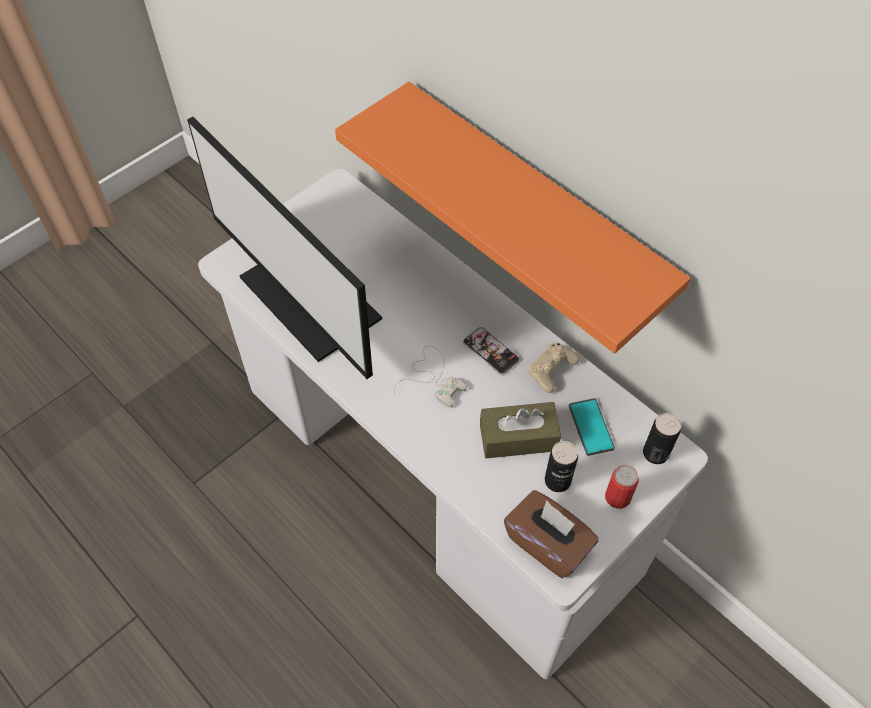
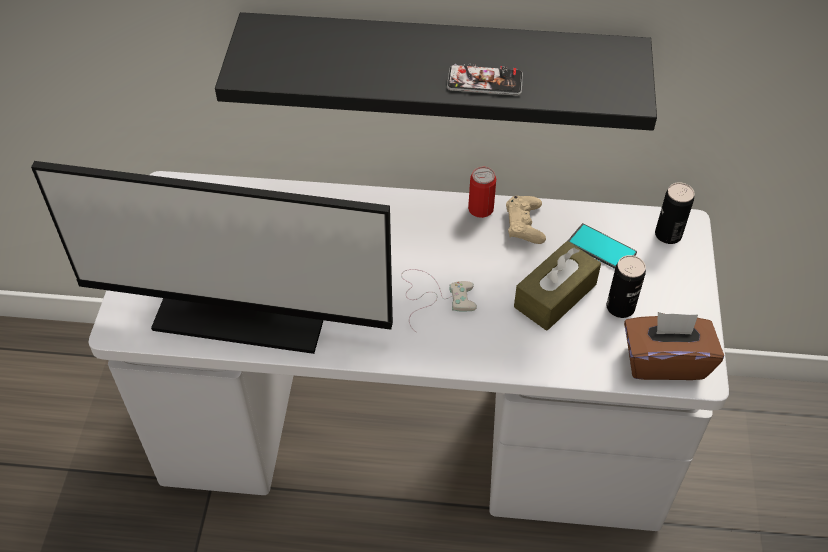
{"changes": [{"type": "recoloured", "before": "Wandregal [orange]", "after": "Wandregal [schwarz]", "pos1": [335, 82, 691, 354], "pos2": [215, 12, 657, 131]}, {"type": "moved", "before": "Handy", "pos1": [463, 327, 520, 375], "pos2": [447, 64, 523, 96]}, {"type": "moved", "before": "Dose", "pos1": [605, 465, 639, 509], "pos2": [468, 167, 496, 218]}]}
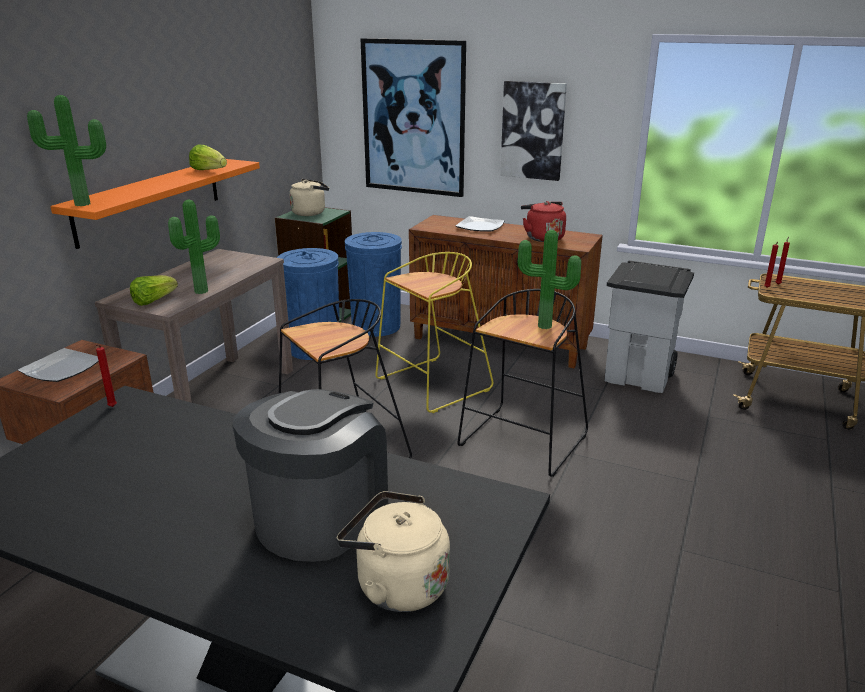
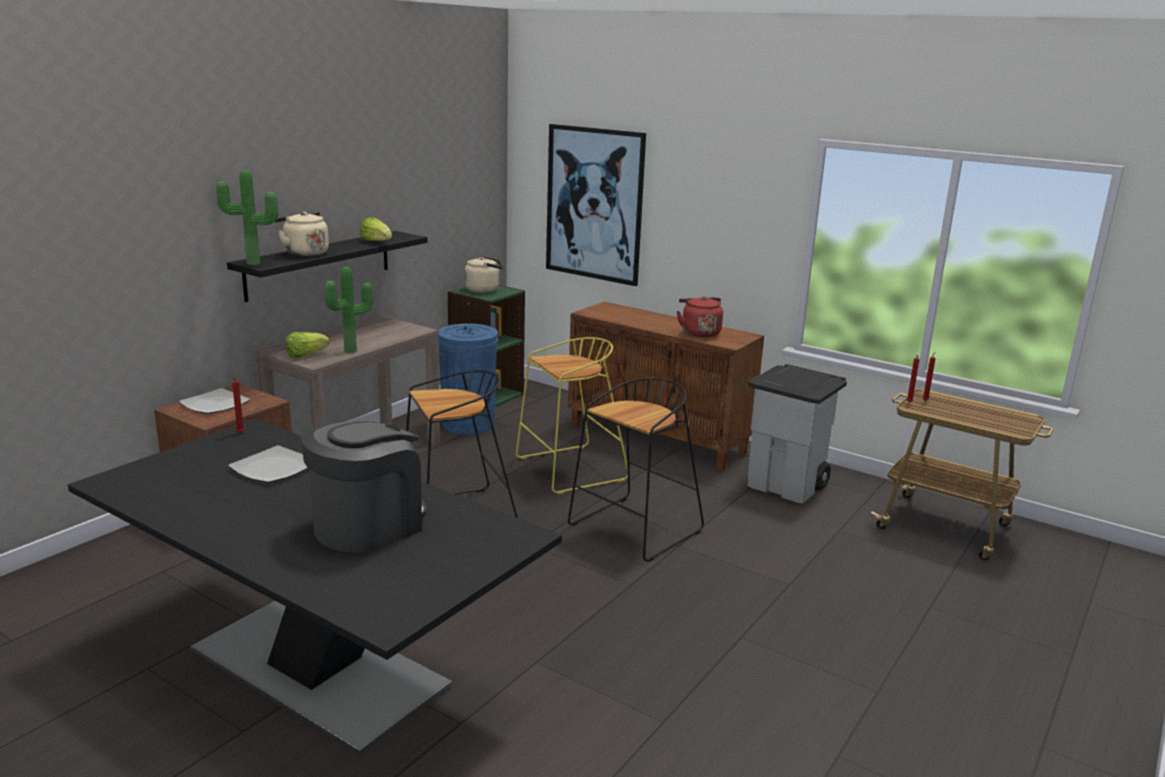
{"changes": [{"type": "removed", "before": "Bild", "pos1": [500, 81, 567, 181]}, {"type": "recoloured", "before": "Wandregal [orange]", "after": "Wandregal [schwarz]", "pos1": [50, 159, 260, 249], "pos2": [227, 231, 428, 302]}, {"type": "moved", "before": "Teller", "pos1": [456, 216, 505, 231], "pos2": [228, 445, 308, 483]}, {"type": "removed", "before": "Topfpflanze", "pos1": [518, 230, 581, 329]}, {"type": "removed", "before": "Mülleimer [blau]", "pos1": [345, 232, 402, 337]}, {"type": "moved", "before": "Wasserkessel [beige]", "pos1": [337, 491, 450, 612], "pos2": [275, 212, 329, 257]}]}
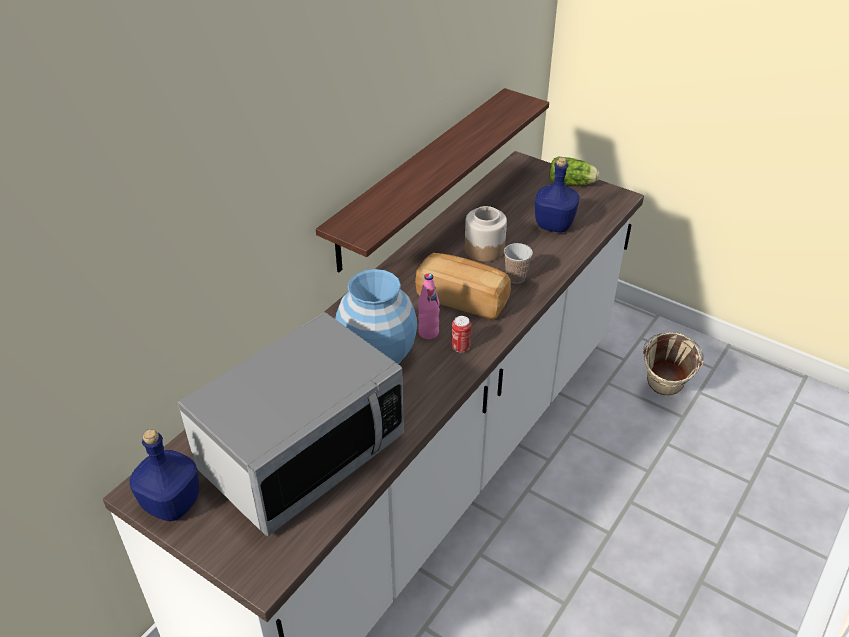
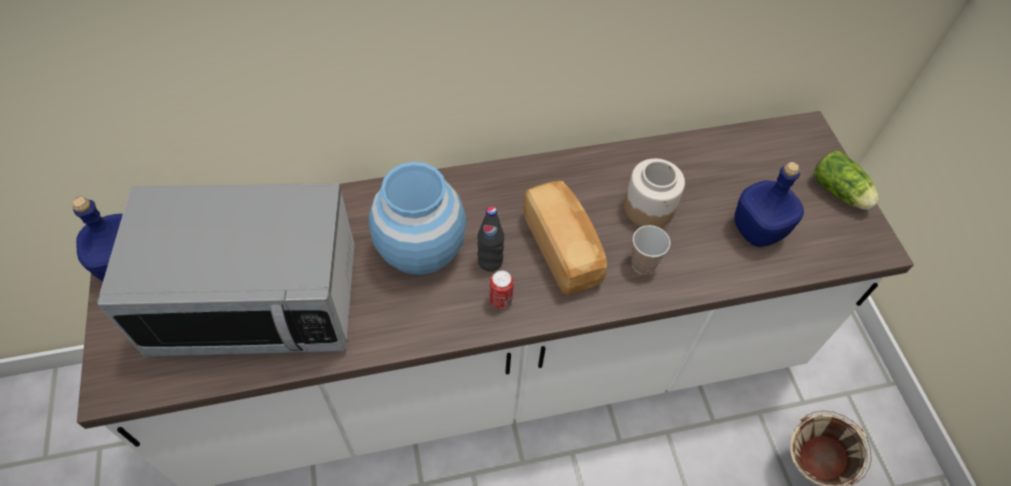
{"changes": [{"type": "removed", "before": "Wandregal", "pos1": [316, 88, 549, 272]}, {"type": "recoloured", "before": "Flasche [rosa]", "after": "Flasche [schwarz]", "pos1": [418, 273, 440, 339], "pos2": [477, 206, 504, 271]}]}
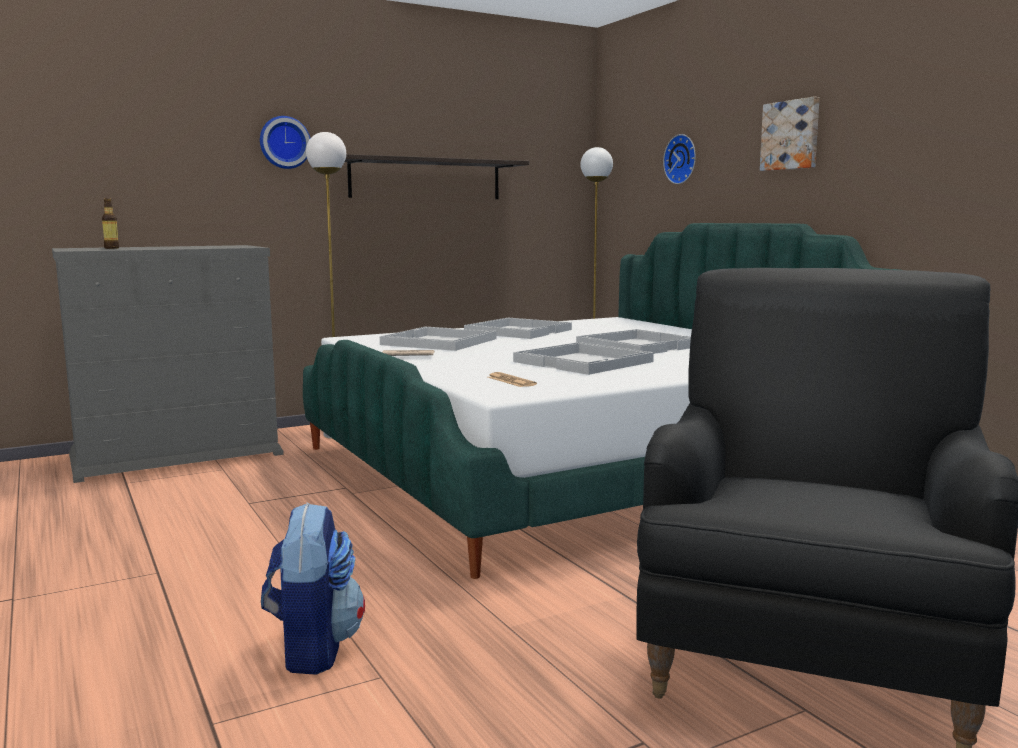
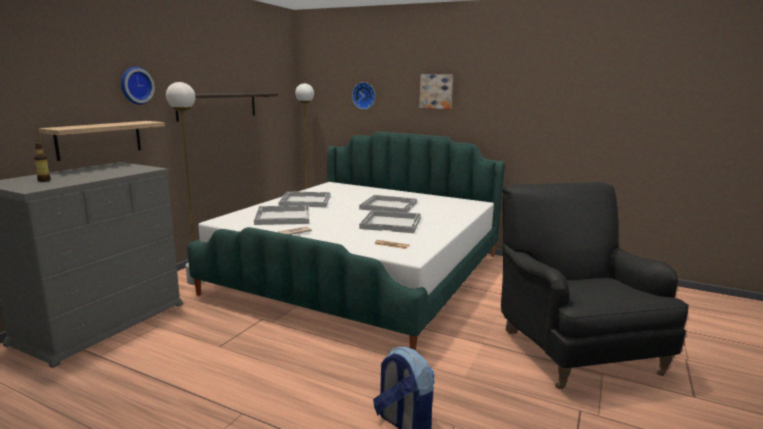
{"changes": [{"type": "added", "after": "Wandregal", "pos2": [39, 121, 165, 161]}]}
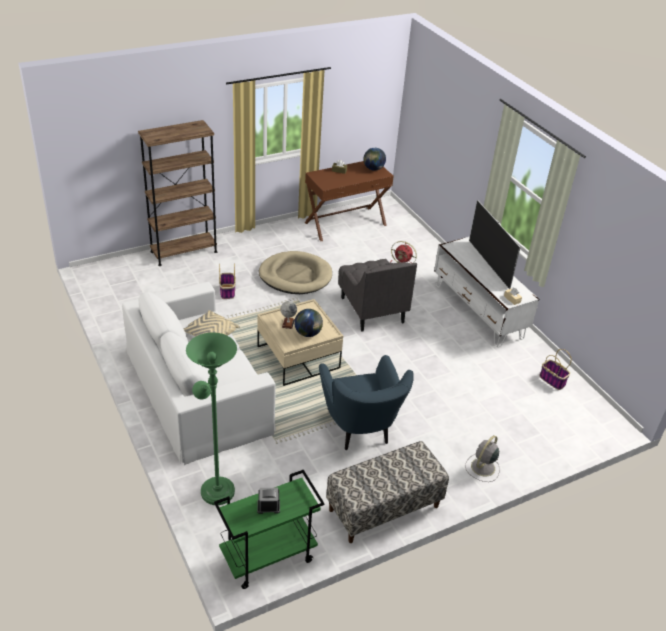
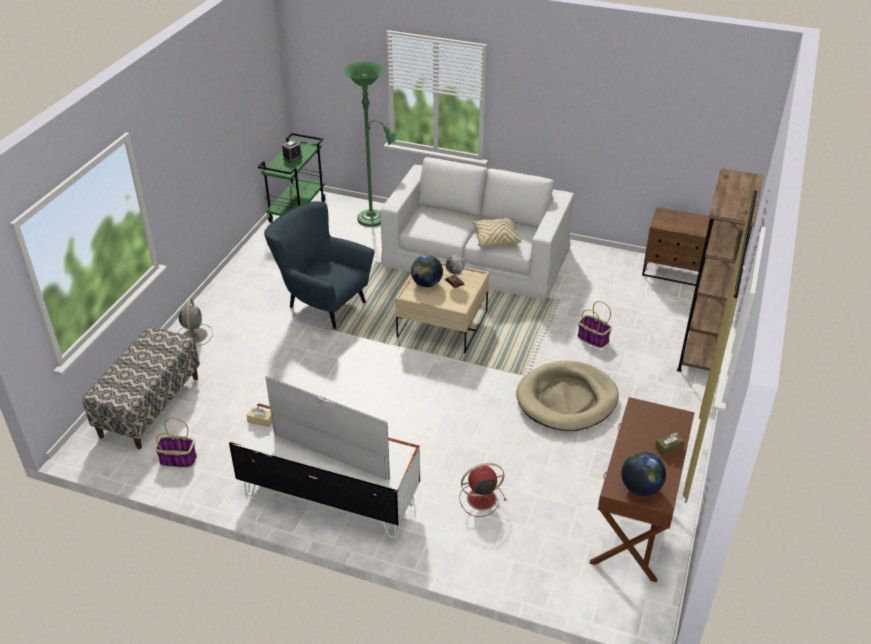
{"changes": [{"type": "removed", "before": "Sessel [grau]", "pos1": [338, 259, 417, 331]}, {"type": "moved", "before": "Bank", "pos1": [326, 441, 449, 543], "pos2": [82, 327, 200, 449]}, {"type": "added", "after": "Nachttisch [braun]", "pos2": [642, 207, 710, 286]}]}
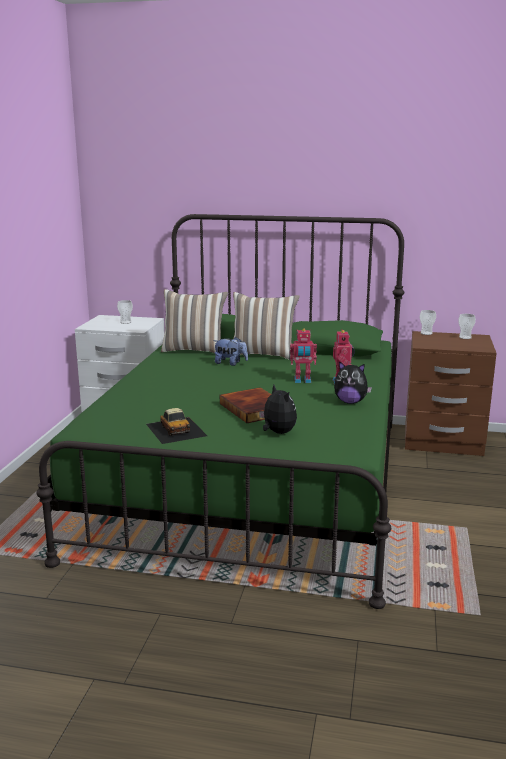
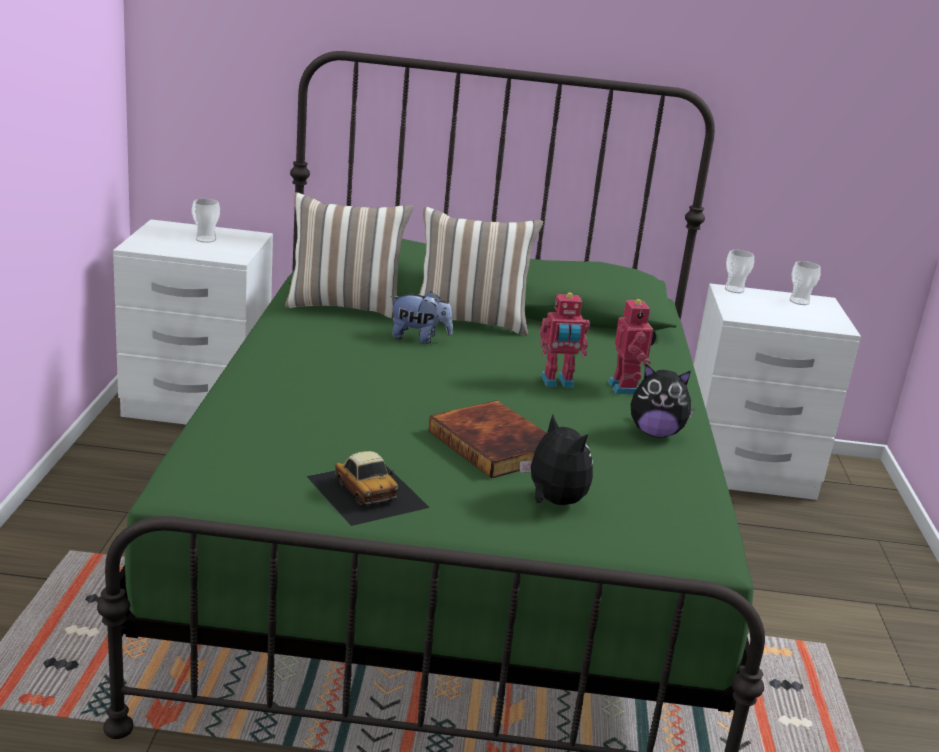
{"changes": [{"type": "recoloured", "before": "Nachttisch [braun]", "after": "Nachttisch [weiß]", "pos1": [405, 331, 497, 456], "pos2": [693, 283, 861, 500]}]}
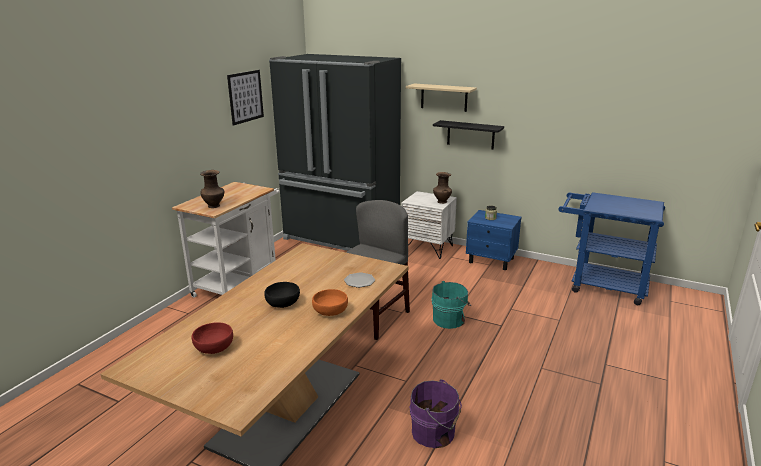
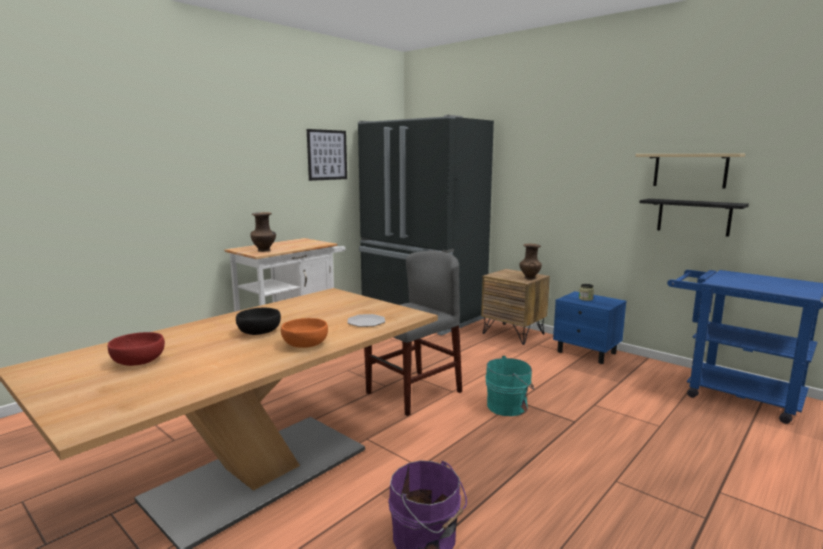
{"changes": [{"type": "moved", "before": "Wandregal [beige]", "pos1": [406, 84, 477, 112], "pos2": [635, 153, 745, 188]}, {"type": "moved", "before": "Wandregal [schwarz]", "pos1": [433, 120, 504, 149], "pos2": [640, 199, 749, 237]}, {"type": "recoloured", "before": "Nachttisch [weiß]", "after": "Nachttisch [braun]", "pos1": [401, 191, 457, 259], "pos2": [481, 269, 550, 345]}]}
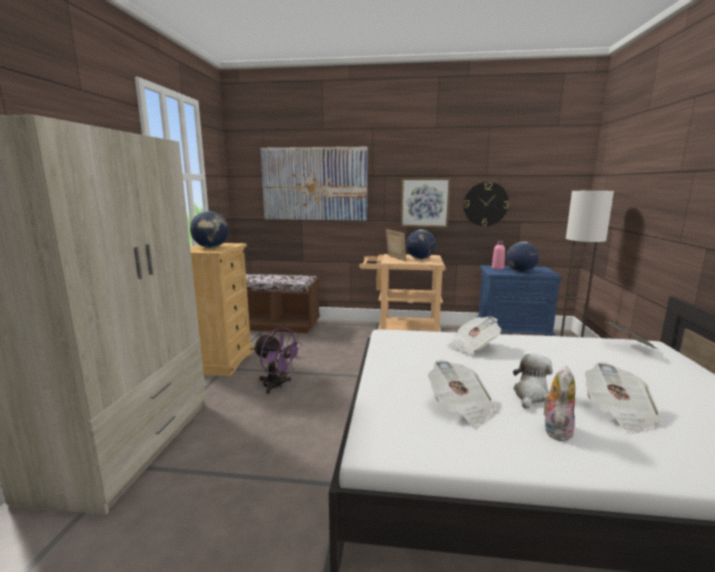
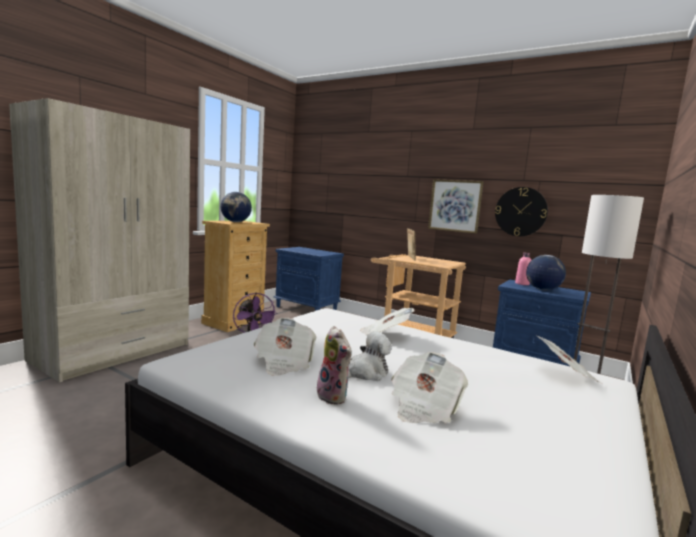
{"changes": [{"type": "removed", "before": "Bild", "pos1": [261, 147, 367, 220]}, {"type": "removed", "before": "Globus", "pos1": [406, 230, 436, 259]}, {"type": "replaced", "before": "Bank [braun]", "after": "Nachttisch [blau]", "pos1": [246, 274, 320, 333], "pos2": [274, 247, 344, 311]}, {"type": "turned", "before": "Plüschtier", "pos1": [542, 366, 575, 442], "pos2": [314, 326, 352, 405], "turn": 90}]}
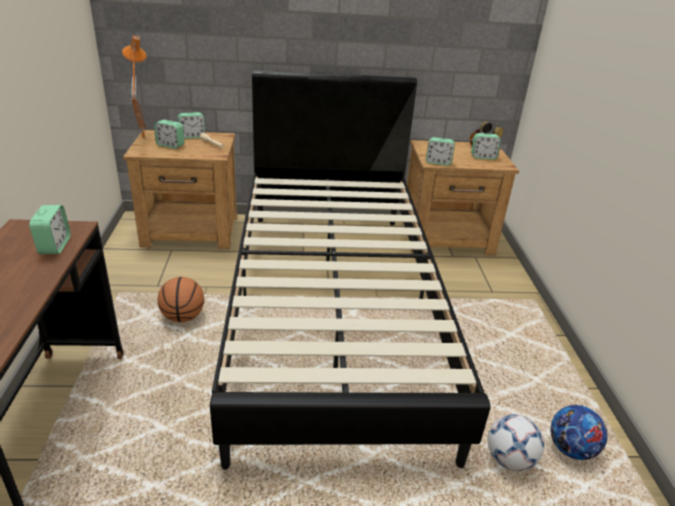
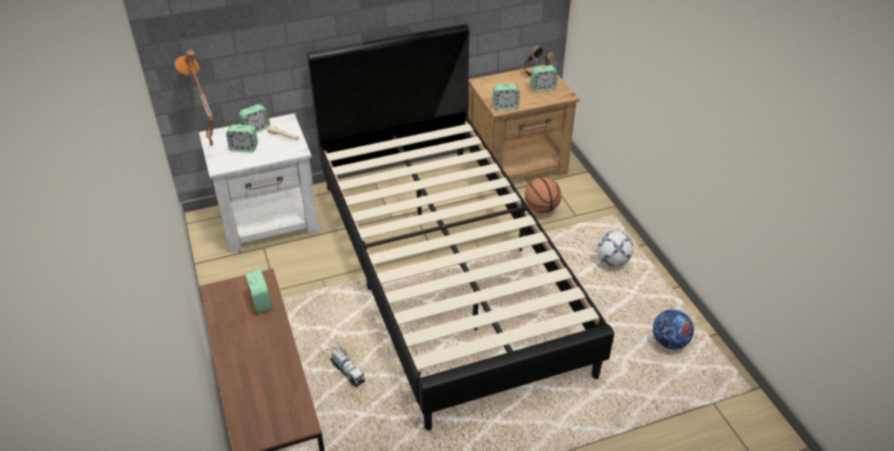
{"changes": [{"type": "recoloured", "before": "Nachttisch [braun]", "after": "Nachttisch [weiß]", "pos1": [123, 130, 237, 249], "pos2": [199, 114, 319, 252]}, {"type": "moved", "before": "Basketball", "pos1": [157, 277, 204, 322], "pos2": [525, 177, 561, 213]}, {"type": "moved", "before": "Fußball", "pos1": [488, 414, 544, 471], "pos2": [597, 231, 633, 266]}, {"type": "added", "after": "Spielzeuglaster", "pos2": [330, 347, 365, 387]}]}
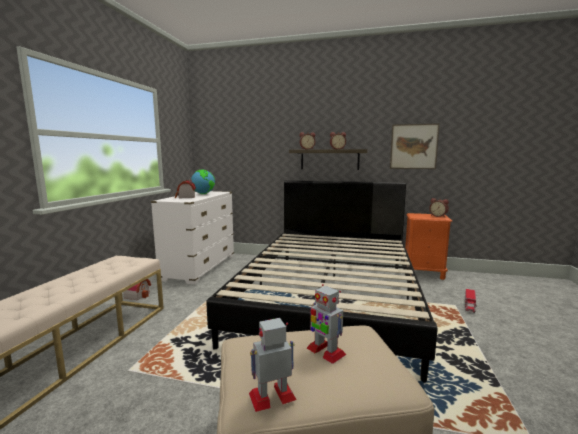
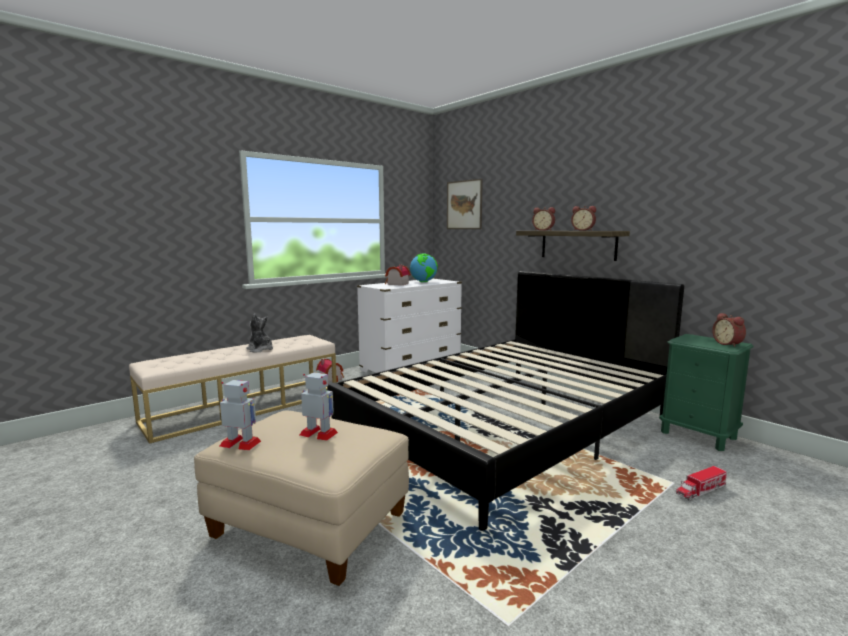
{"changes": [{"type": "moved", "before": "Bild", "pos1": [390, 123, 440, 169], "pos2": [447, 179, 483, 229]}, {"type": "recoloured", "before": "Nachttisch [orange]", "after": "Nachttisch [grün]", "pos1": [405, 213, 452, 280], "pos2": [659, 334, 754, 451]}, {"type": "turned", "before": "Spielzeugroboter", "pos1": [307, 284, 346, 364], "pos2": [300, 372, 338, 441], "turn": 120}, {"type": "added", "after": "Plüschtier", "pos2": [246, 313, 273, 353]}]}
